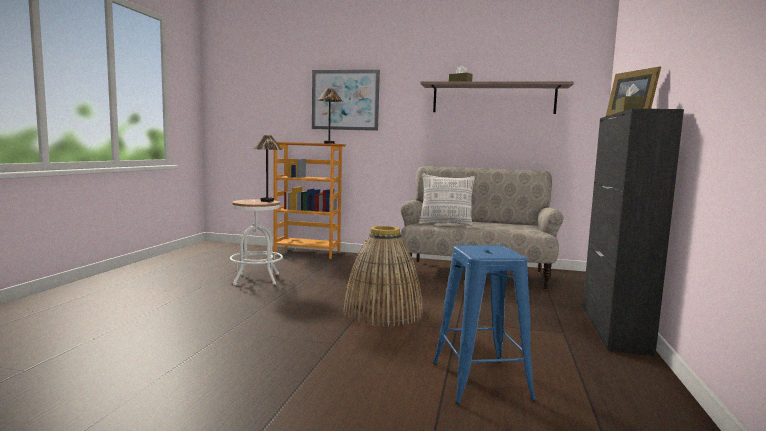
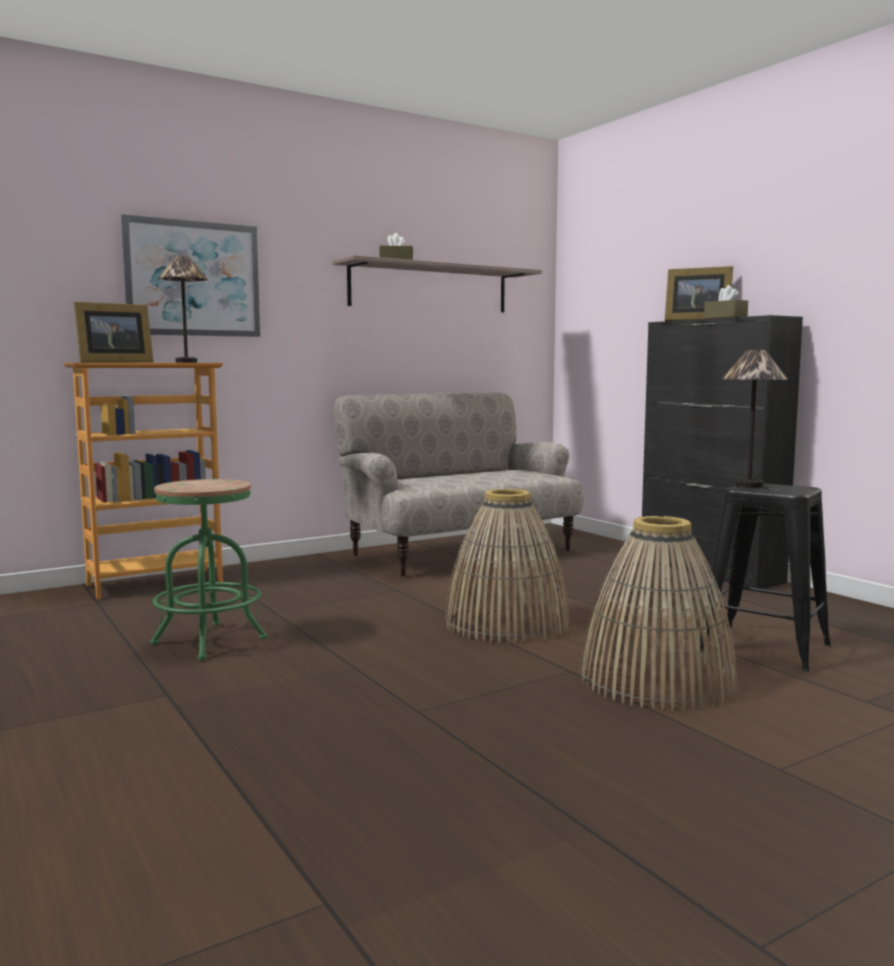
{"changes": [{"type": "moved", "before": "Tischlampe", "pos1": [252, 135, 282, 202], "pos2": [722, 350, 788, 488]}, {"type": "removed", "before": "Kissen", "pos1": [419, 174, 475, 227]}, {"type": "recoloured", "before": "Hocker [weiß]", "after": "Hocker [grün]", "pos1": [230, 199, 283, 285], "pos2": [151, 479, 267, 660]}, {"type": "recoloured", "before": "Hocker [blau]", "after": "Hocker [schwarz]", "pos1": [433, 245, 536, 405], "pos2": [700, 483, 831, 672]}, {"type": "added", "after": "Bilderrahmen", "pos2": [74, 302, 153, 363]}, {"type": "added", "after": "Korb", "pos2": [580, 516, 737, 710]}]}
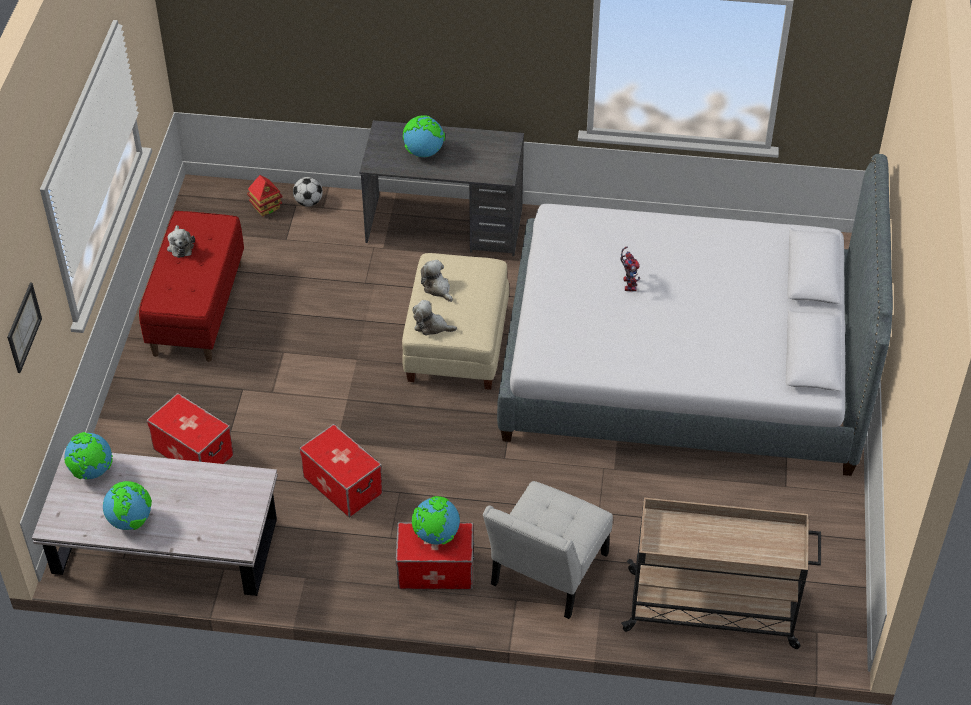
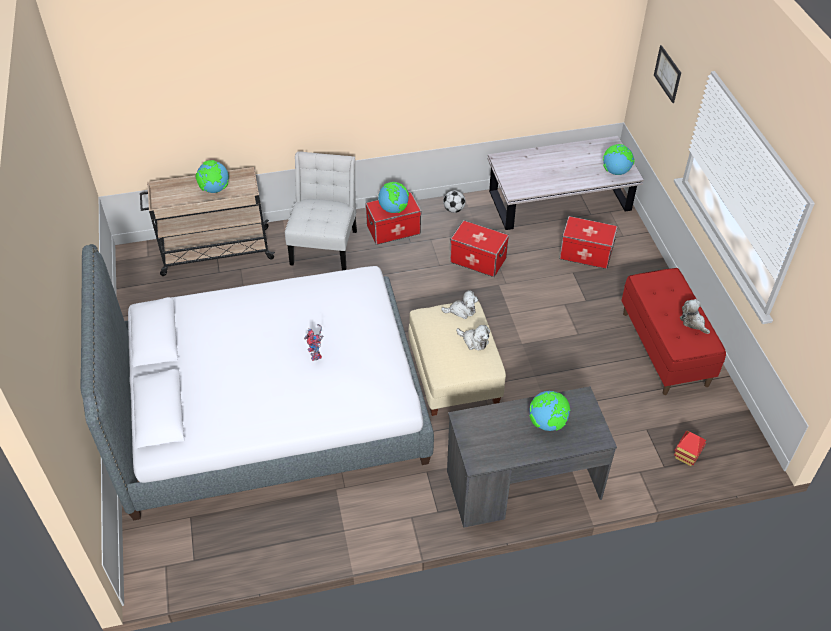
{"changes": [{"type": "moved", "before": "Fußball", "pos1": [293, 177, 323, 207], "pos2": [443, 190, 465, 213]}, {"type": "moved", "before": "Globus", "pos1": [103, 481, 152, 530], "pos2": [196, 160, 229, 193]}]}
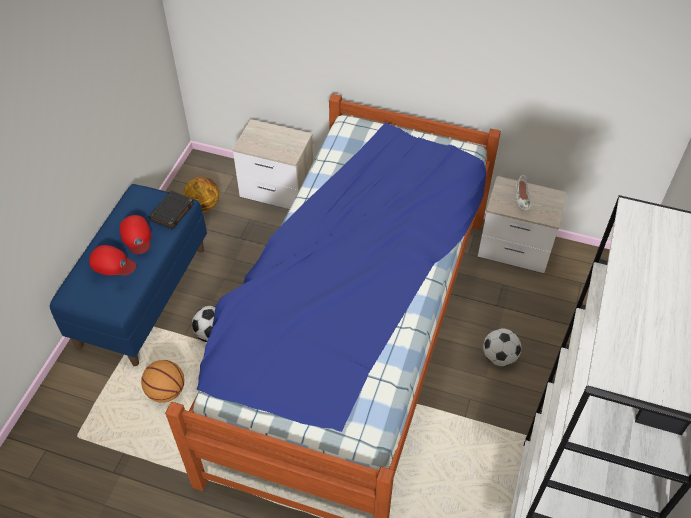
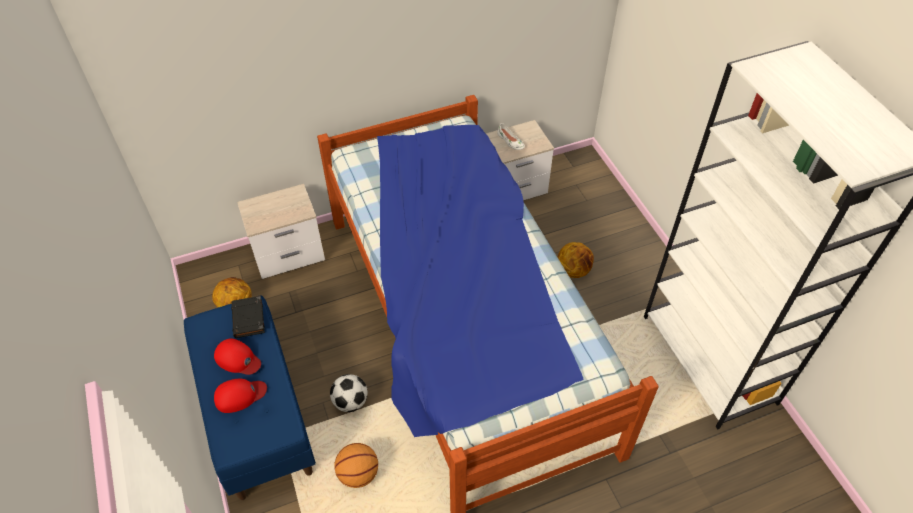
{"changes": [{"type": "replaced", "before": "Fußball", "after": "Basketball", "pos1": [483, 328, 521, 366], "pos2": [558, 242, 594, 278]}]}
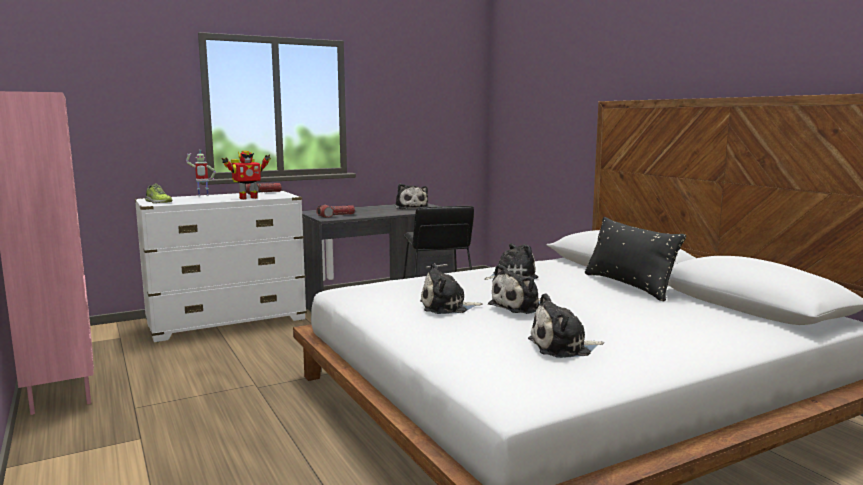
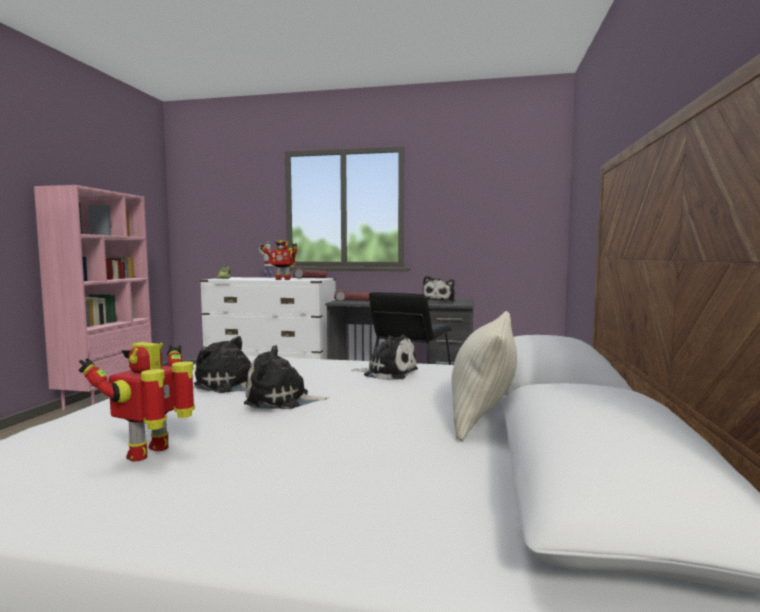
{"changes": [{"type": "recoloured", "before": "Kissen [schwarz]", "after": "Kissen [beige]", "pos1": [585, 217, 686, 301], "pos2": [451, 311, 517, 441]}, {"type": "replaced", "before": "Plüschtier", "after": "Spielzeugroboter", "pos1": [528, 293, 604, 358], "pos2": [78, 342, 195, 461]}]}
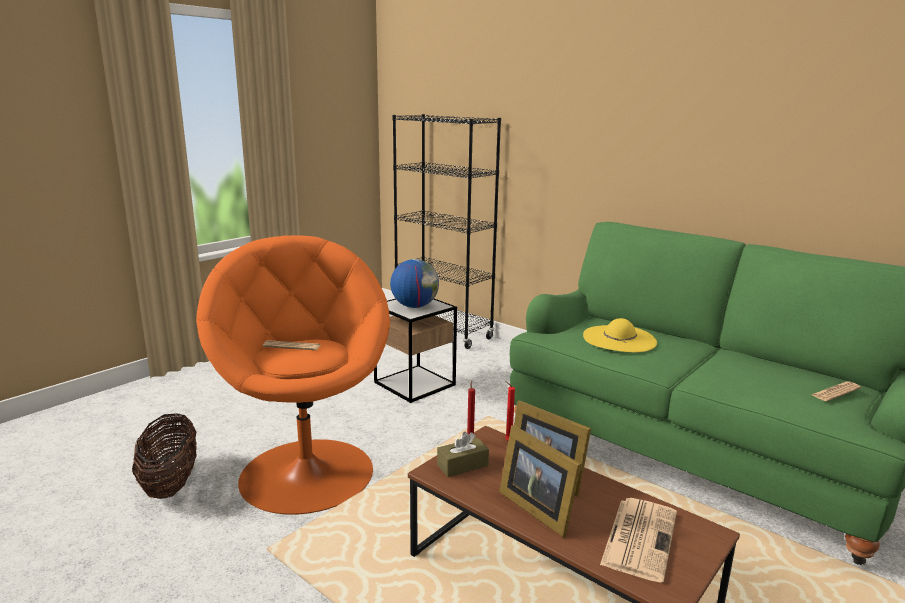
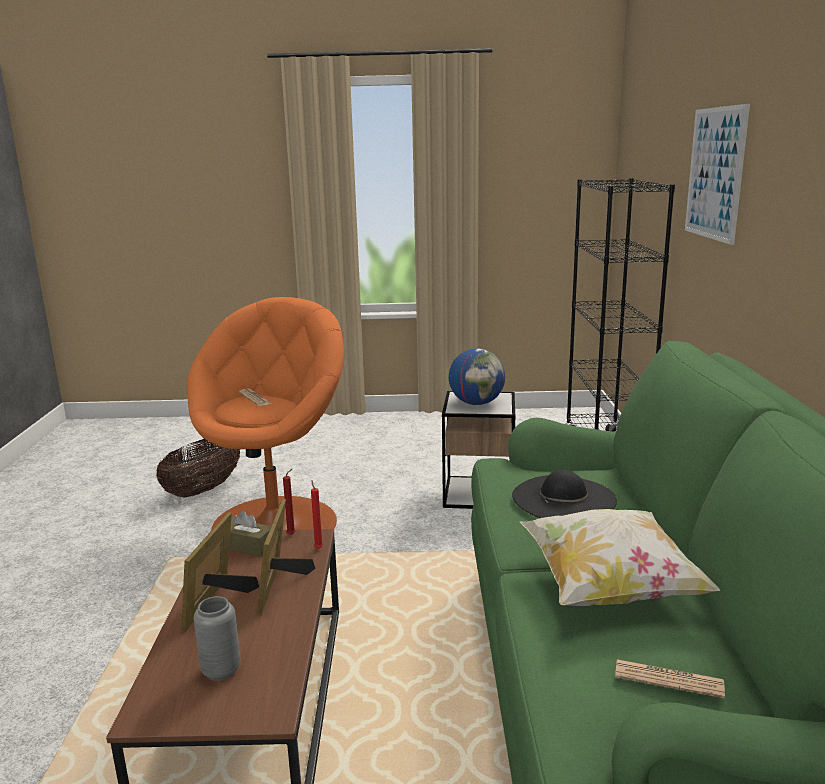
{"changes": [{"type": "recoloured", "before": "Hut [gelb]", "after": "Hut [schwarz]", "pos1": [583, 318, 657, 352], "pos2": [512, 470, 617, 518]}, {"type": "replaced", "before": "Zeitung", "after": "Vase [grau]", "pos1": [600, 498, 677, 583], "pos2": [193, 596, 241, 681]}, {"type": "added", "after": "Bild", "pos2": [685, 104, 750, 245]}, {"type": "added", "after": "Kissen", "pos2": [520, 509, 720, 606]}]}
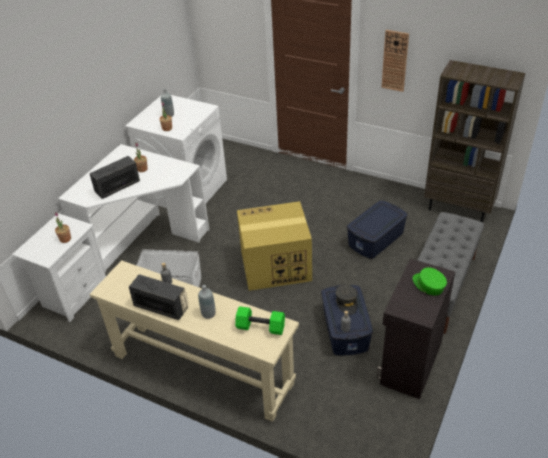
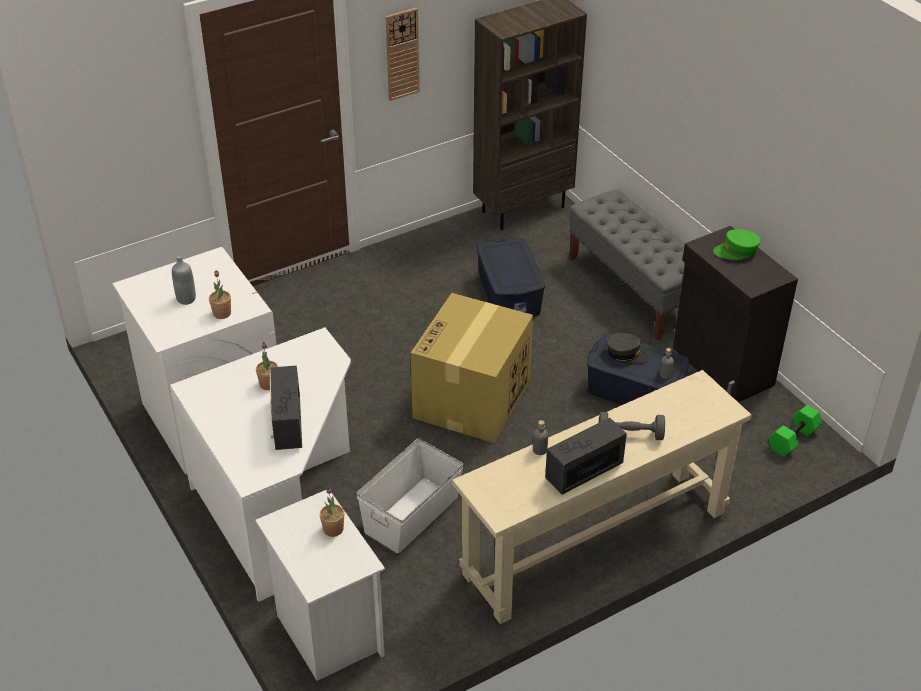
{"changes": [{"type": "replaced", "before": "Flasche [grau]", "after": "Hantel [grau]", "pos1": [198, 285, 216, 319], "pos2": [599, 412, 665, 440]}, {"type": "moved", "before": "Hantel [grün]", "pos1": [235, 306, 285, 335], "pos2": [768, 405, 822, 457]}]}
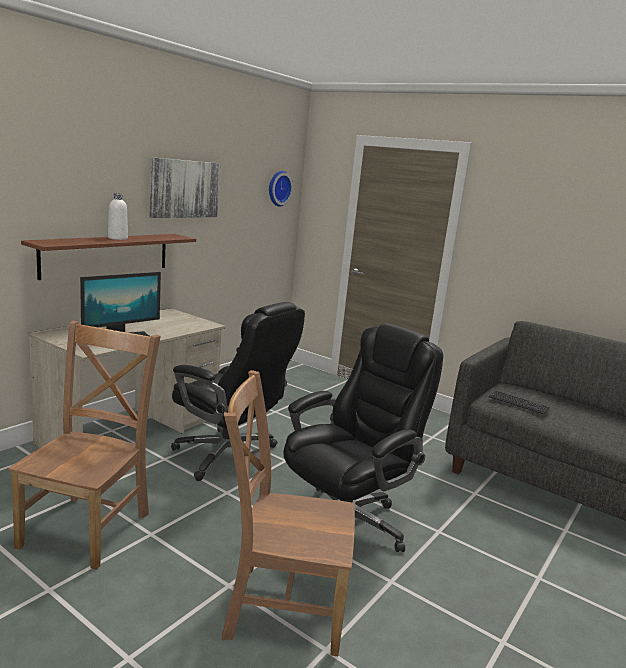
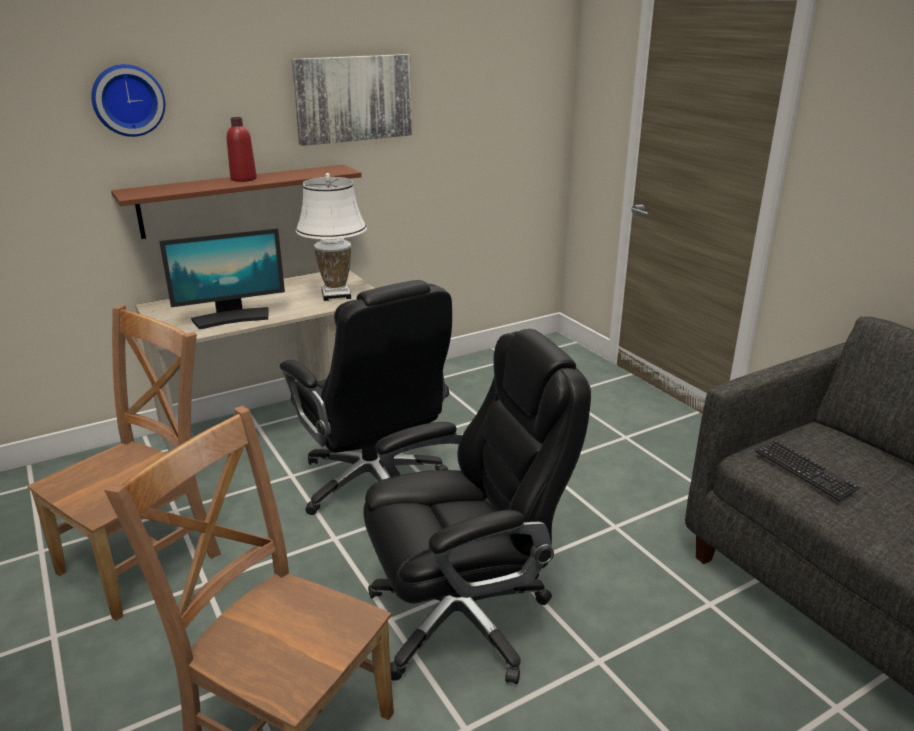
{"changes": [{"type": "moved", "before": "Wanduhr", "pos1": [269, 171, 293, 207], "pos2": [91, 64, 165, 137]}, {"type": "recoloured", "before": "Flasche [weiß]", "after": "Flasche [rot]", "pos1": [108, 193, 128, 240], "pos2": [227, 117, 257, 182]}, {"type": "added", "after": "Tischlampe [weiß]", "pos2": [296, 173, 367, 301]}]}
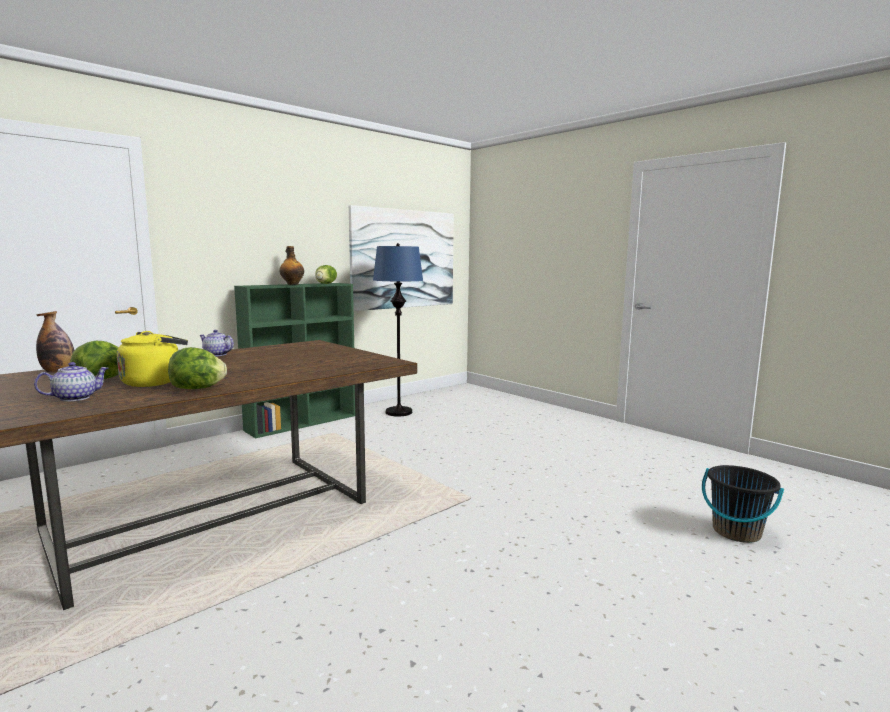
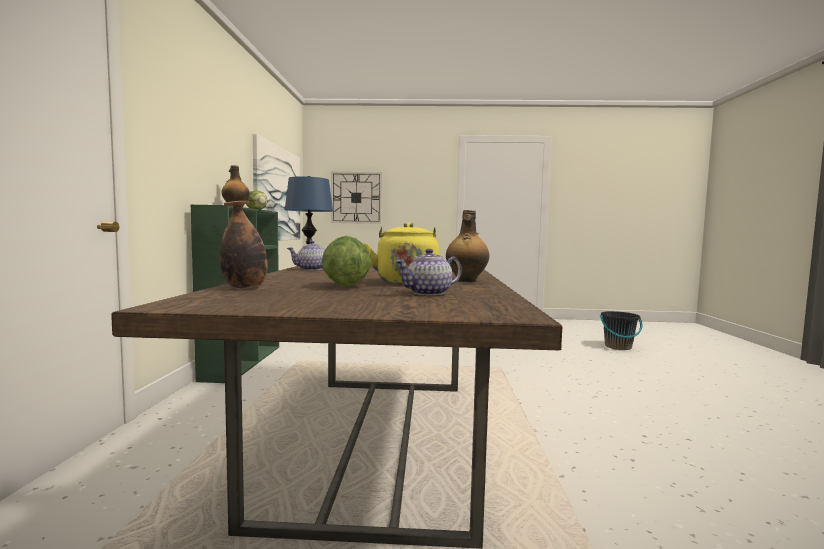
{"changes": [{"type": "replaced", "before": "Salatkopf", "after": "Flasche", "pos1": [168, 347, 227, 389], "pos2": [446, 210, 489, 282]}, {"type": "turned", "before": "Teekanne", "pos1": [34, 362, 109, 401], "pos2": [395, 249, 462, 296], "turn": -120}, {"type": "added", "after": "Wanduhr", "pos2": [331, 172, 382, 224]}]}
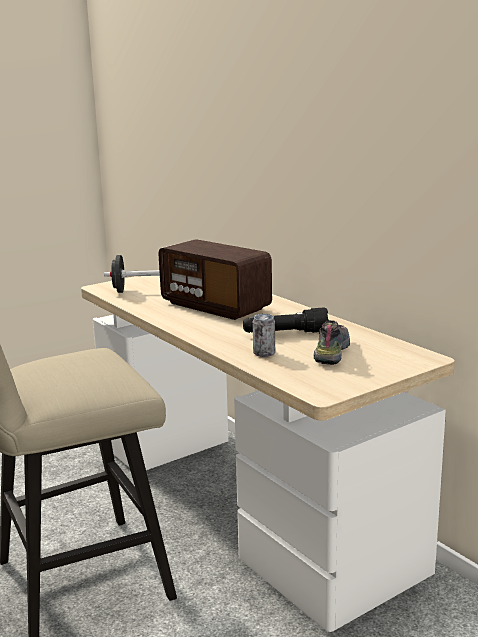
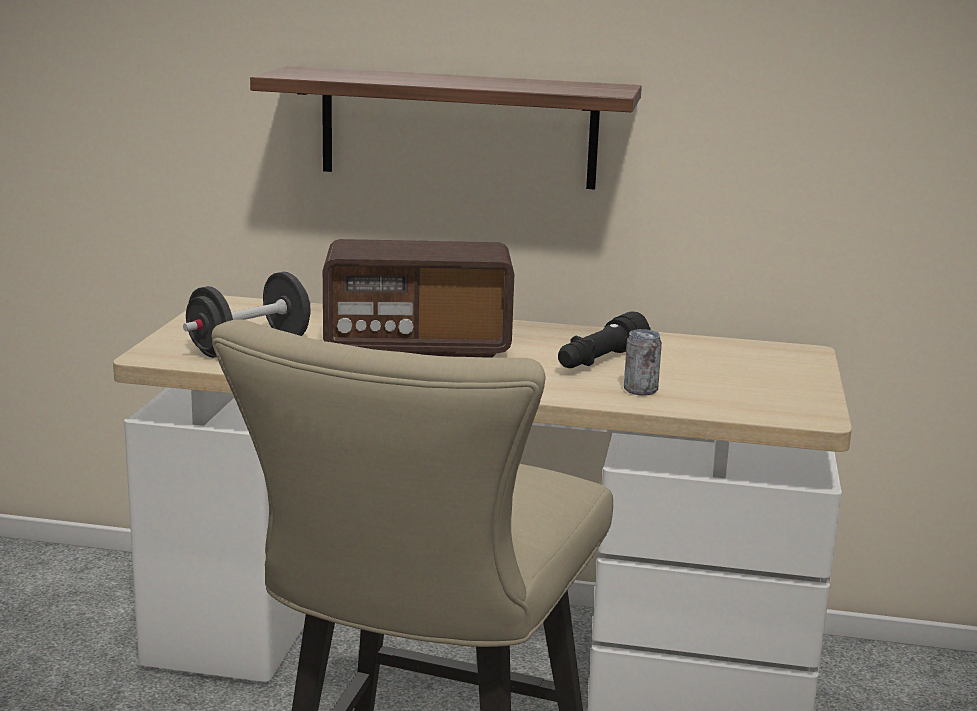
{"changes": [{"type": "removed", "before": "Schuh", "pos1": [313, 320, 350, 365]}, {"type": "added", "after": "Wandregal", "pos2": [250, 66, 642, 190]}]}
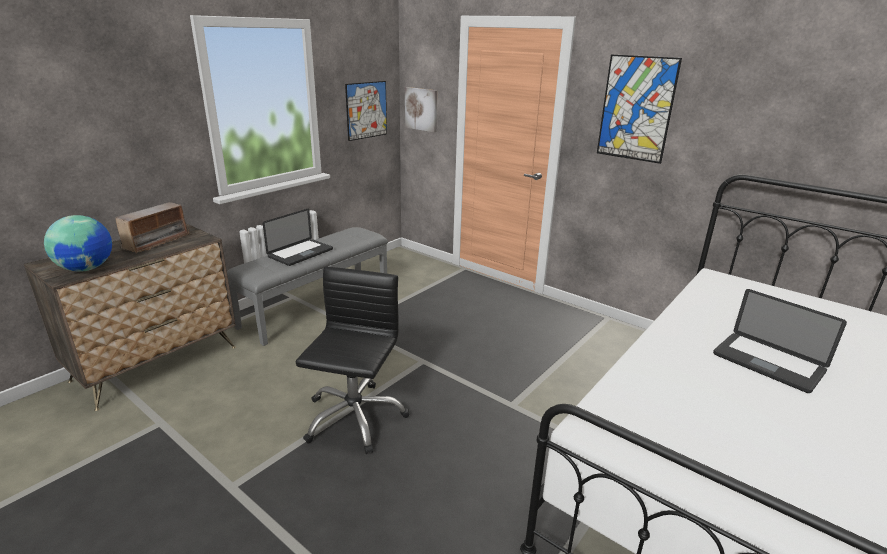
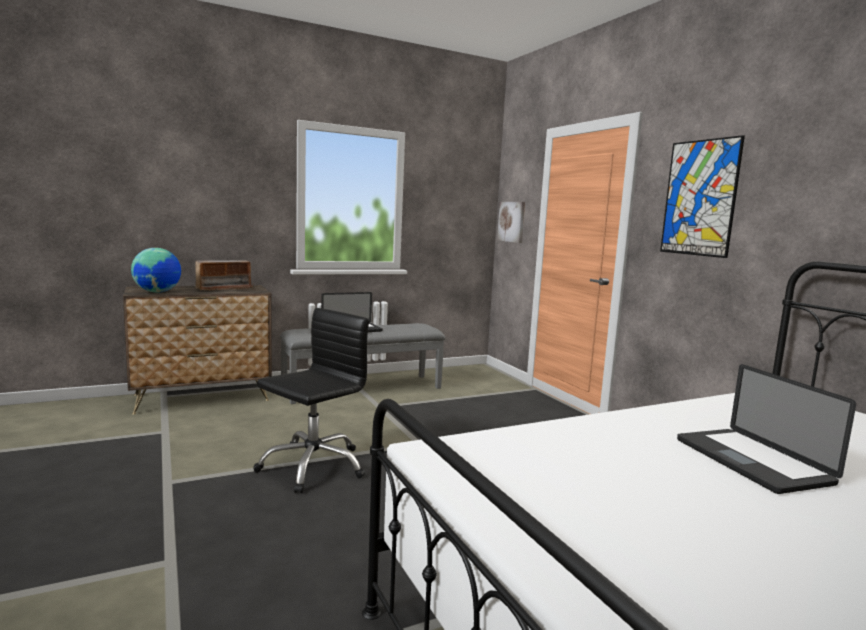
{"changes": [{"type": "removed", "before": "Bild", "pos1": [345, 81, 387, 141]}]}
